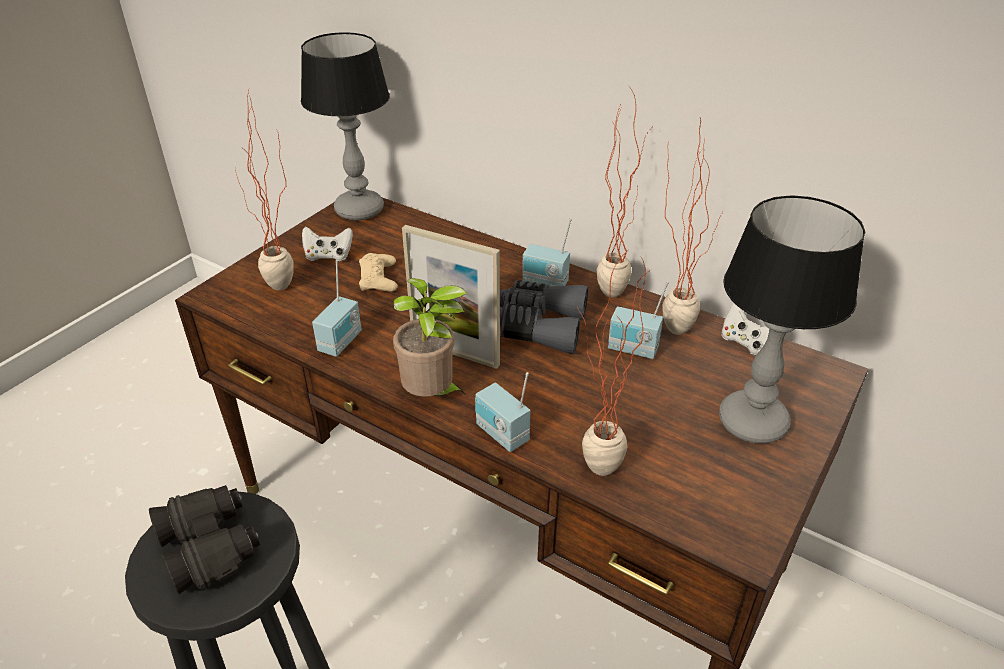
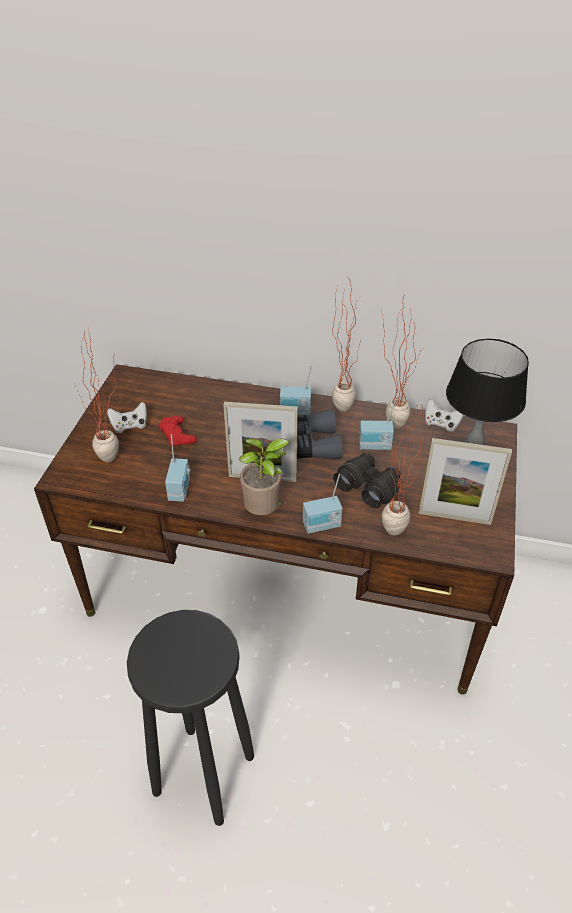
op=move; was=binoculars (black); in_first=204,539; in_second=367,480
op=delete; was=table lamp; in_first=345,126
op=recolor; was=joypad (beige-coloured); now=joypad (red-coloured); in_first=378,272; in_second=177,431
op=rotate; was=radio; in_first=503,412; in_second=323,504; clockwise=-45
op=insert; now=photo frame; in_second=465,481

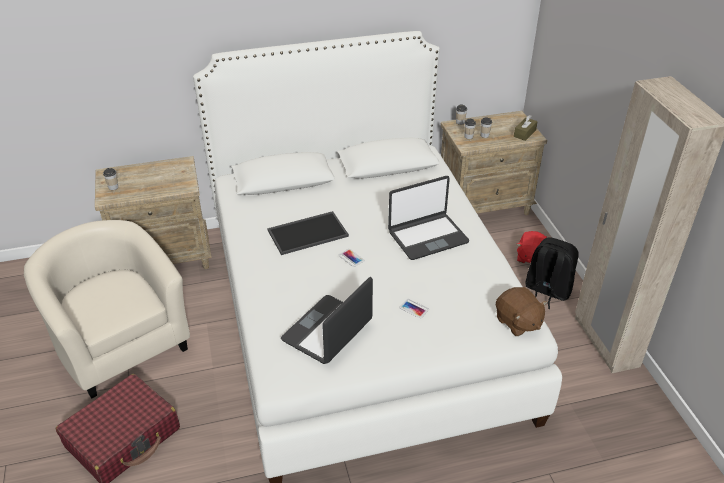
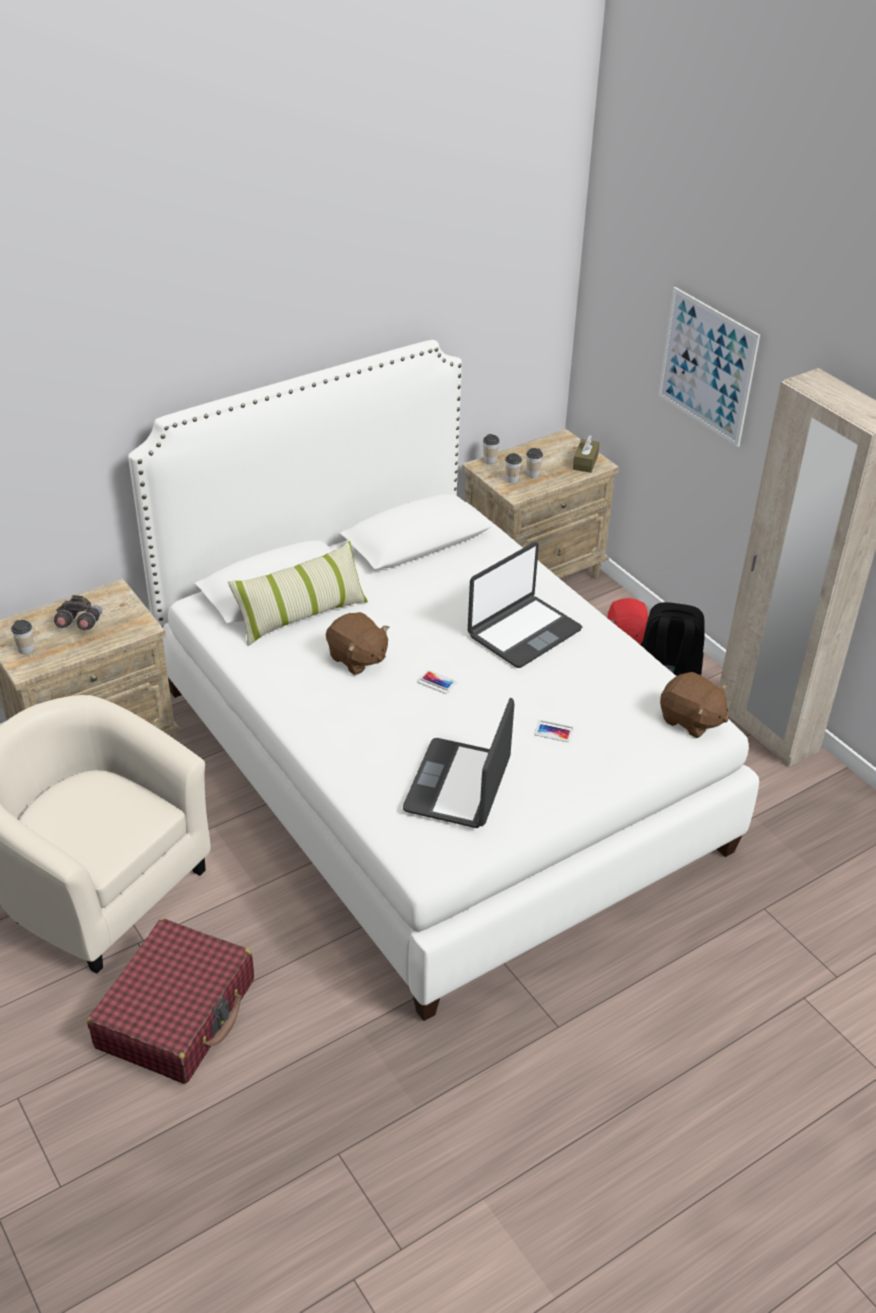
op=replace; was=carrying tray; now=soft toy (brown-coloured); in_first=308,233; in_second=357,643
op=insert; now=binoculars (greyish); in_second=78,612
op=insert; now=throw pillow; in_second=298,593
op=insert; now=wall picture; in_second=709,367

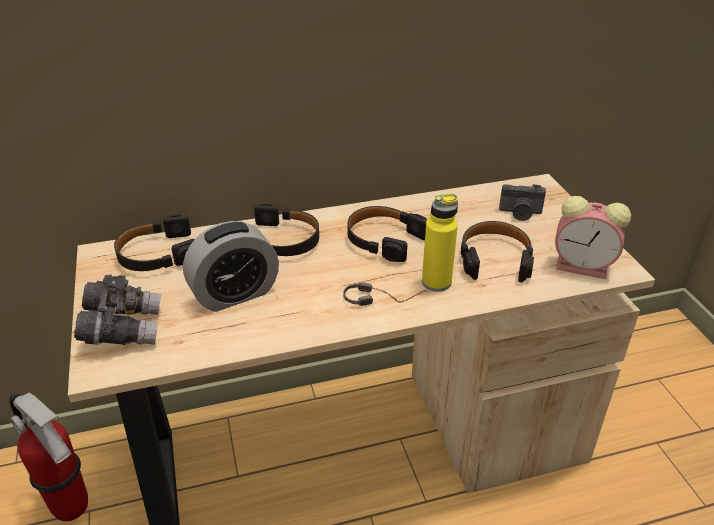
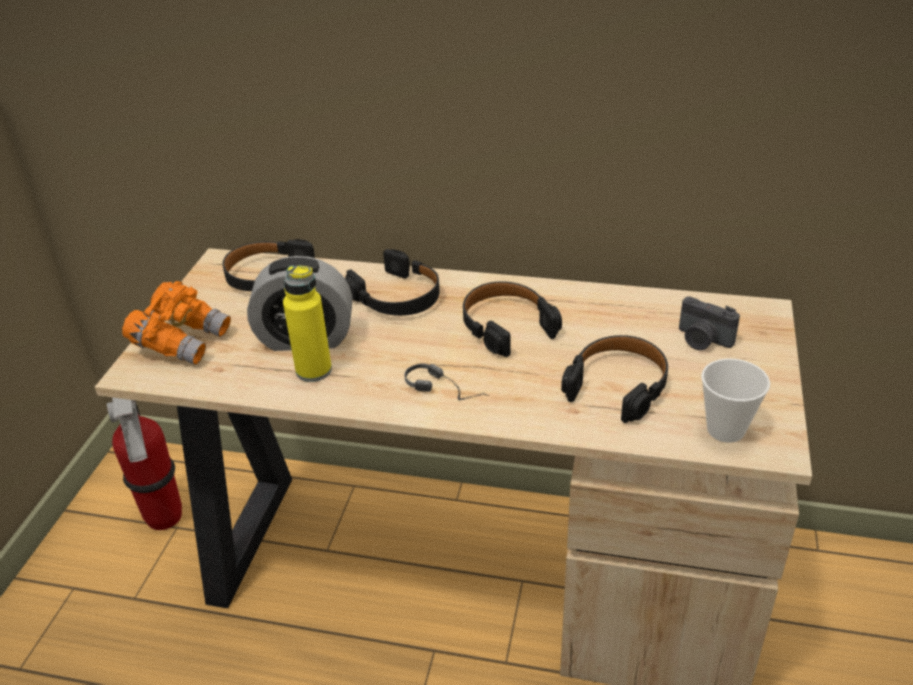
op=recolor; was=binoculars (greyish); now=binoculars (orange-coloured); in_first=117,309; in_second=176,323
op=move; was=bottle (yellowish); in_first=440,243; in_second=307,323
op=replace; was=alarm clock; now=cup; in_first=593,237; in_second=735,401

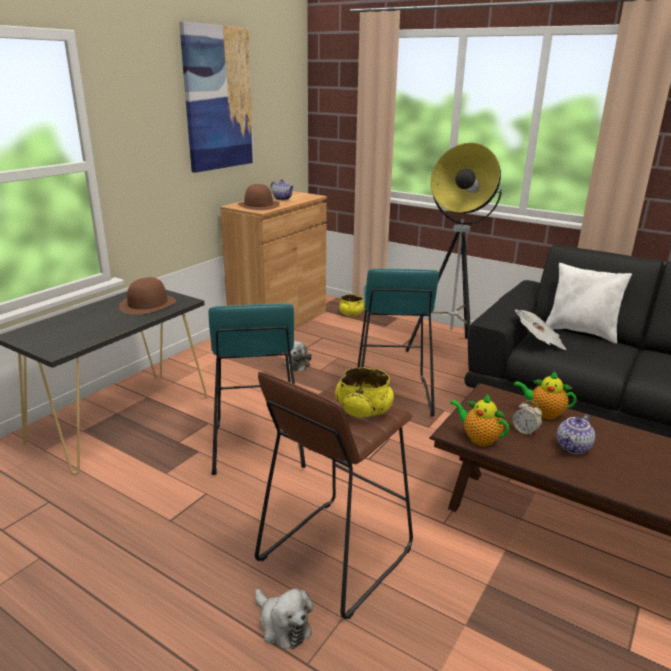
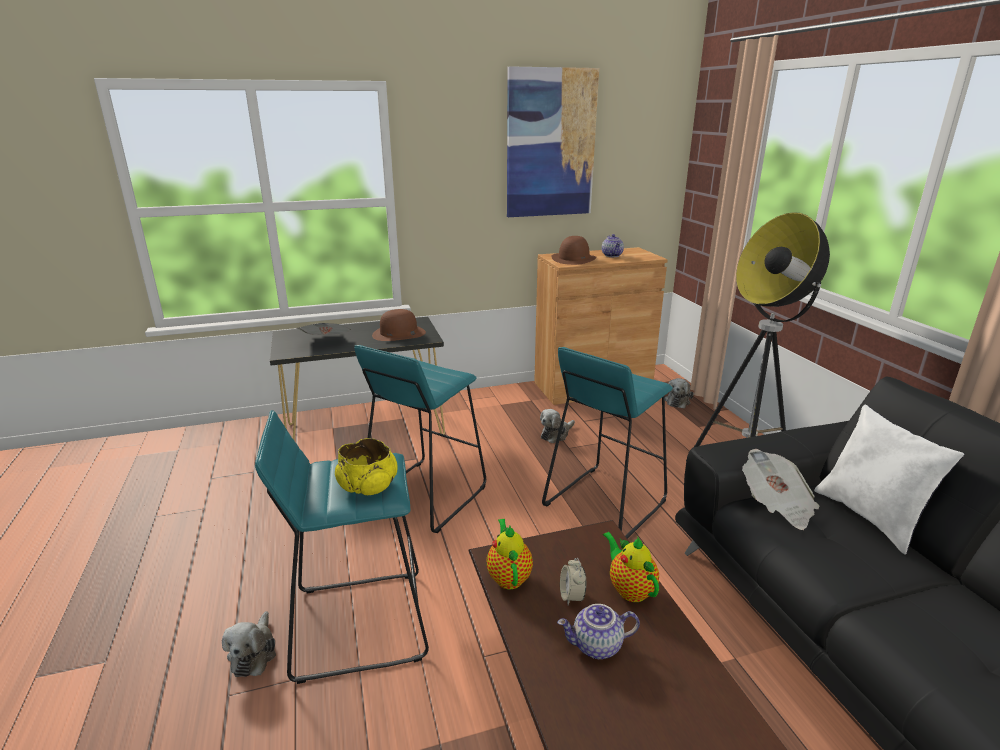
op=recolor; was=stool (brown-coloured); now=stool (blue-green); in_first=334,495; in_second=342,547
op=replace; was=serving bowl (yellowish); now=soft toy; in_first=351,305; in_second=679,393
op=insert; now=daily paper; in_second=323,329

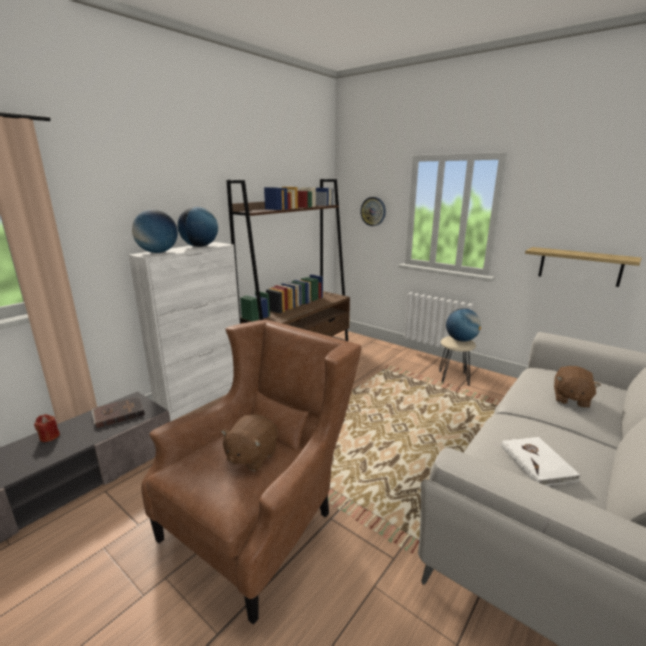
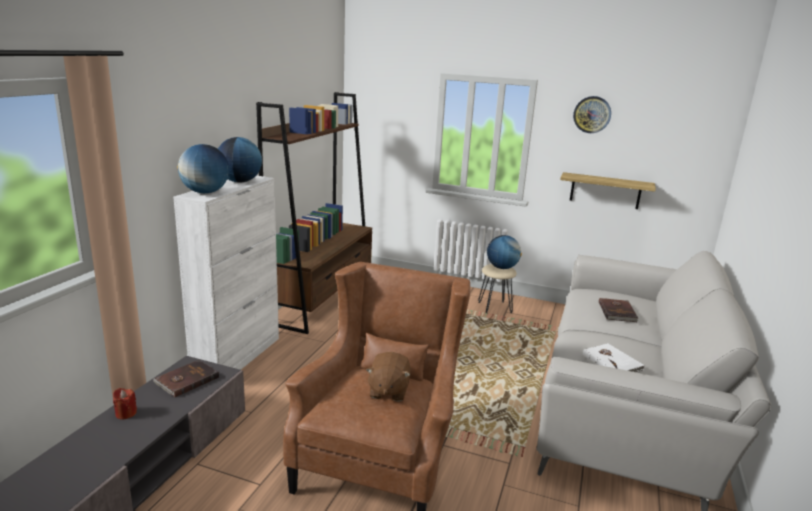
op=move; was=hanging clock; in_first=373,211; in_second=592,114
op=replace; was=soft toy (brown-coloured); now=bound book (brown-coloured); in_first=577,387; in_second=619,310

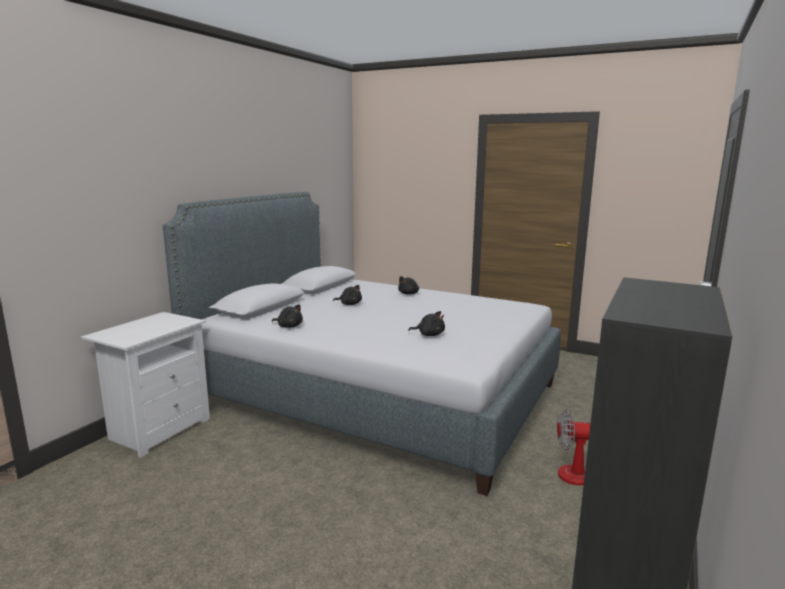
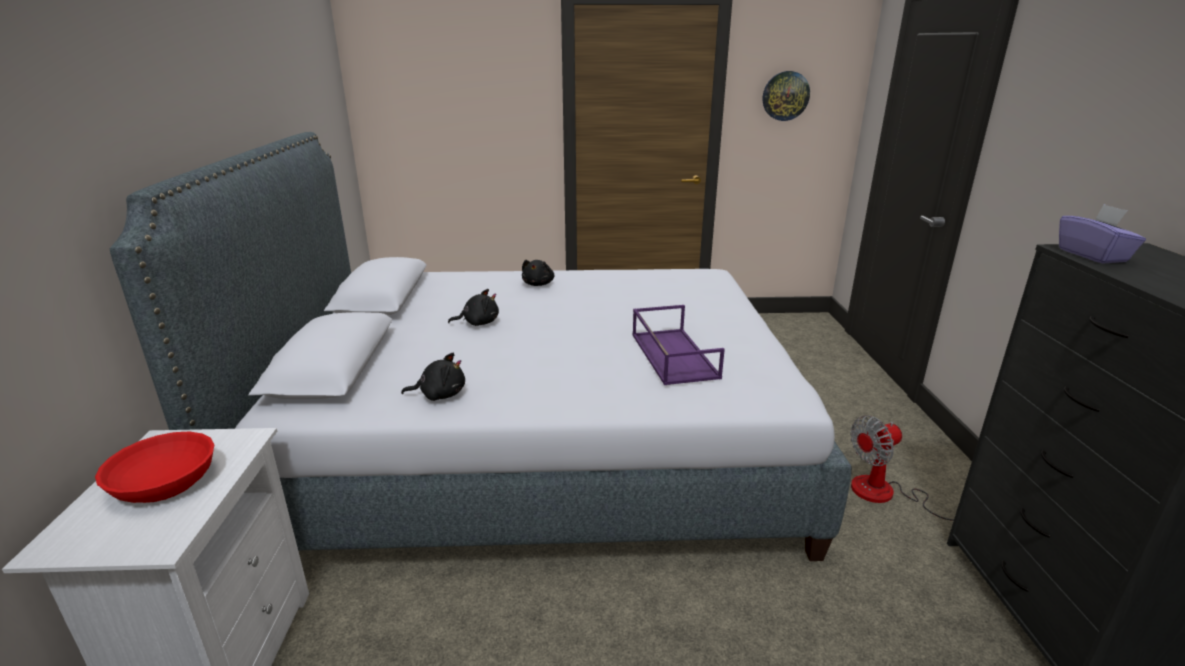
op=replace; was=soft toy (black); now=carrying tray (purple); in_first=426,323; in_second=679,345
op=insert; now=serving bowl (red-coloured); in_second=155,467
op=insert; now=hanging clock; in_second=786,96
op=insert; now=tissue holder (purple); in_second=1102,234

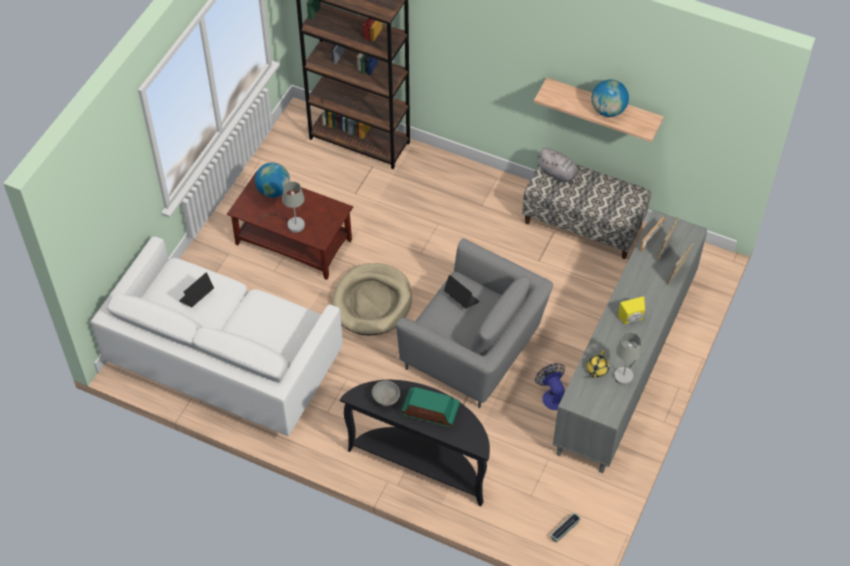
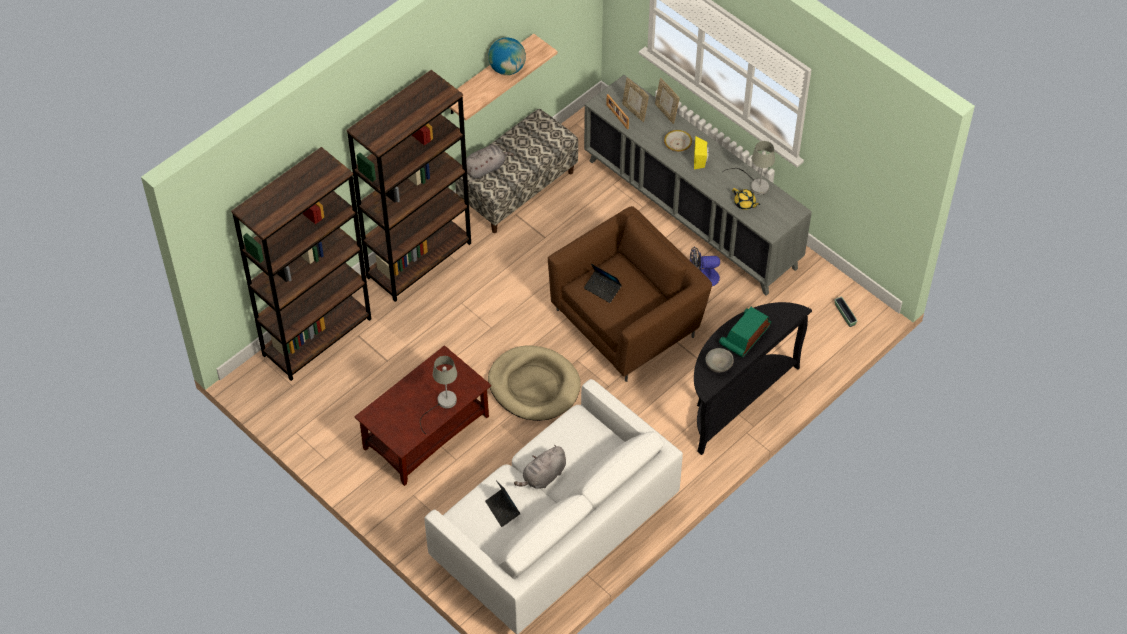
op=delete; was=world globe; in_first=272,180
op=recolor; was=lounge chair (greyish); now=lounge chair (brown-coloured); in_first=474,323; in_second=630,294
op=rotate; was=portable computer; in_first=462,292; in_second=603,283; clockwise=-120
op=insert; now=bookcase (brown-coloured); in_second=408,186
op=insert; now=soft toy (greyish); in_second=540,467
op=insert; now=serving bowl; in_second=678,140

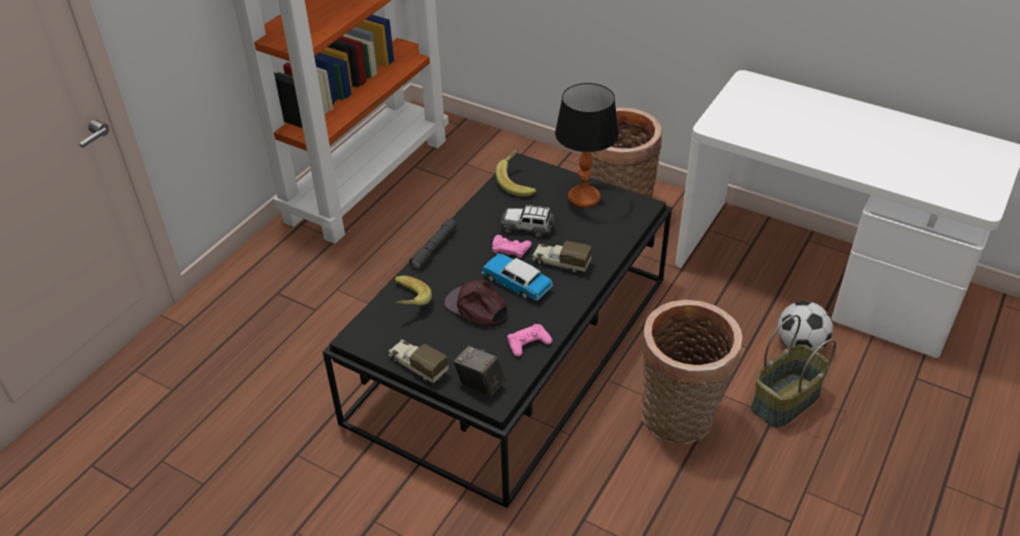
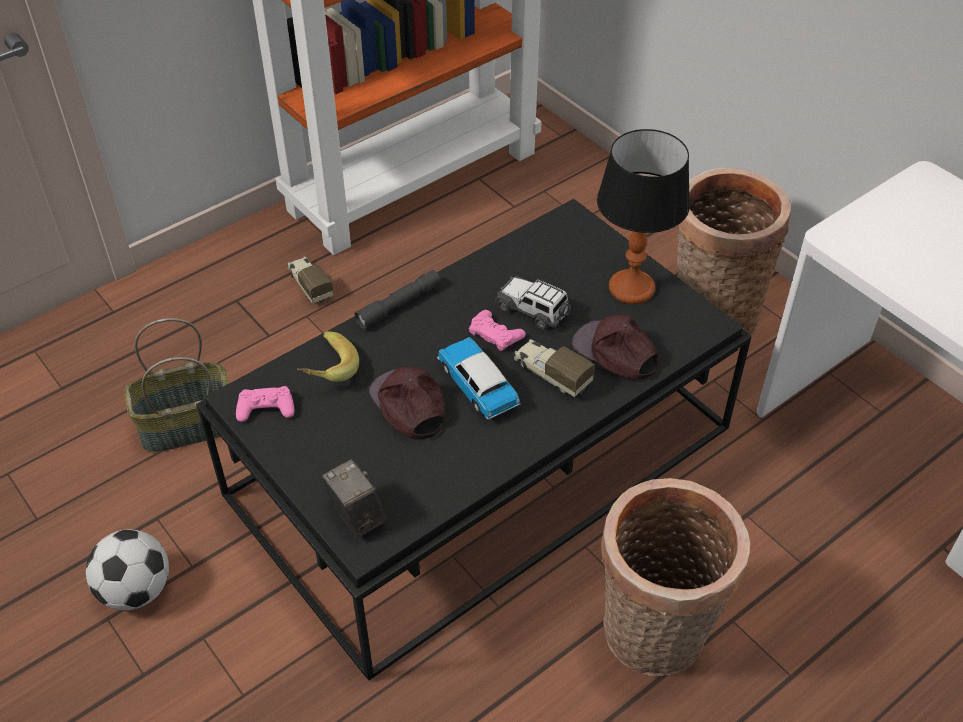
op=move; was=model truck; in_first=419,361; in_second=311,280
op=delete; was=whole banana; in_first=516,172
op=move; was=joypad (pinkish); in_first=529,340; in_second=265,404
op=move; was=household basket; in_first=793,371; in_second=176,385
op=move; was=ball for football; in_first=805,326; in_second=127,569
op=insert; now=baseball cap (brown-coloured); in_second=615,347

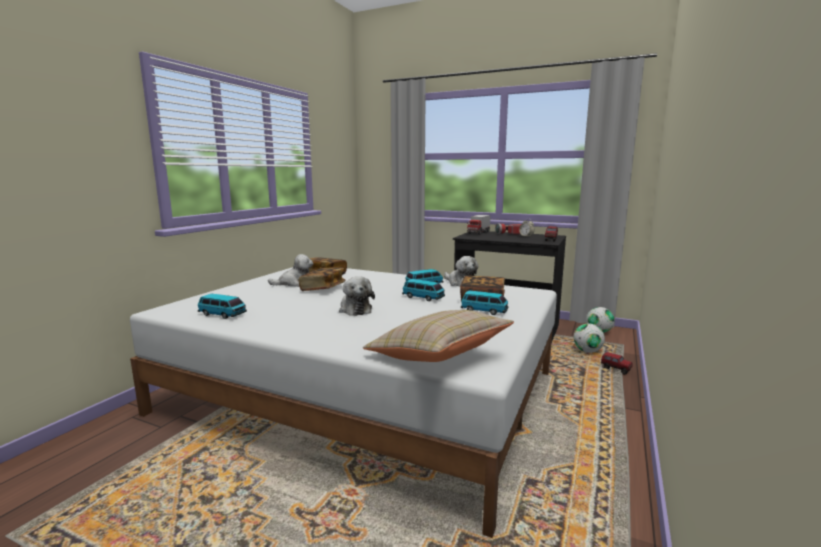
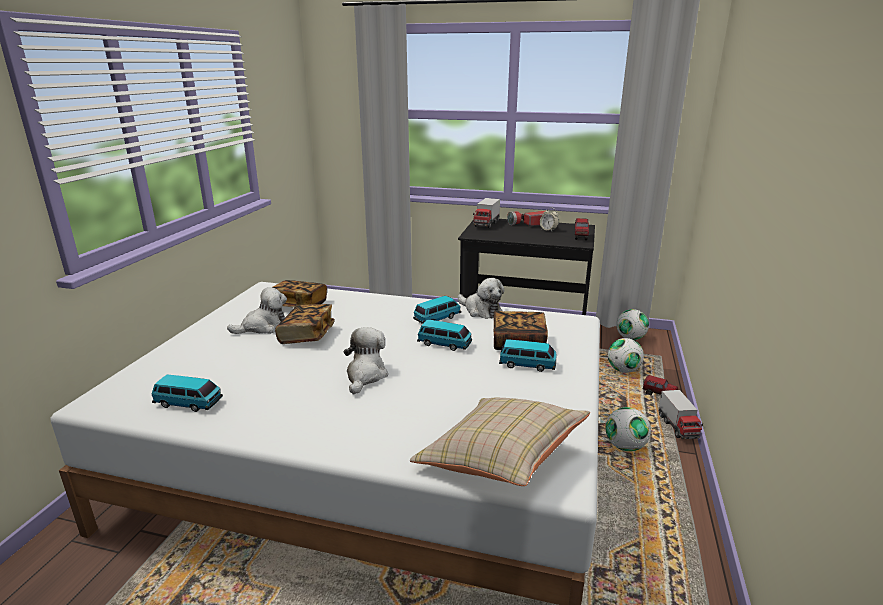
op=rotate; was=soft toy; in_first=357,296; in_second=366,361; clockwise=-135
op=insert; now=ball for football; in_second=628,429
op=insert; now=model truck; in_second=681,414

